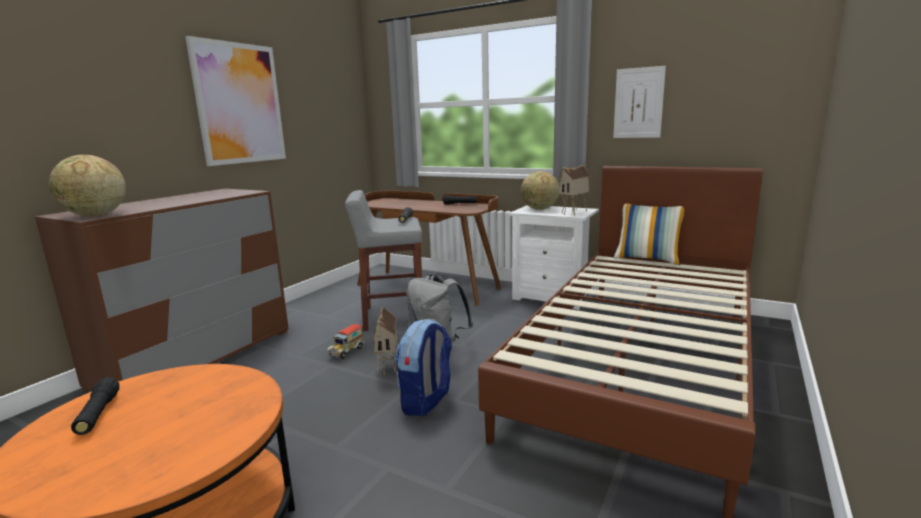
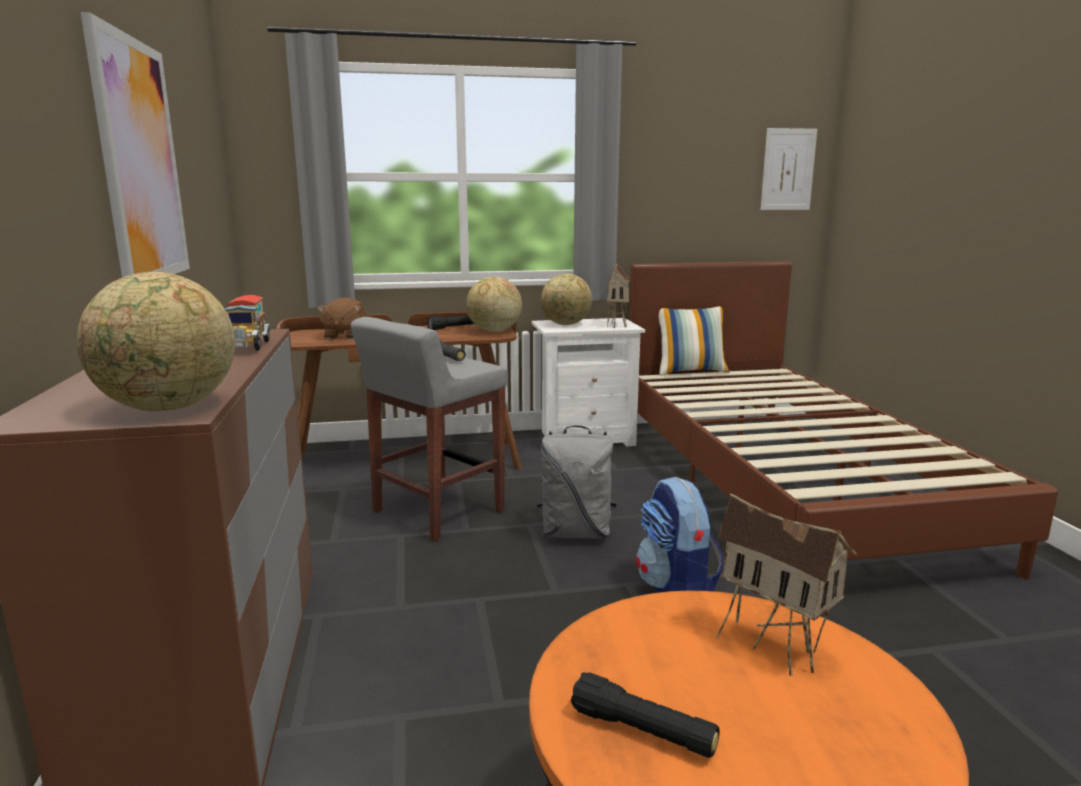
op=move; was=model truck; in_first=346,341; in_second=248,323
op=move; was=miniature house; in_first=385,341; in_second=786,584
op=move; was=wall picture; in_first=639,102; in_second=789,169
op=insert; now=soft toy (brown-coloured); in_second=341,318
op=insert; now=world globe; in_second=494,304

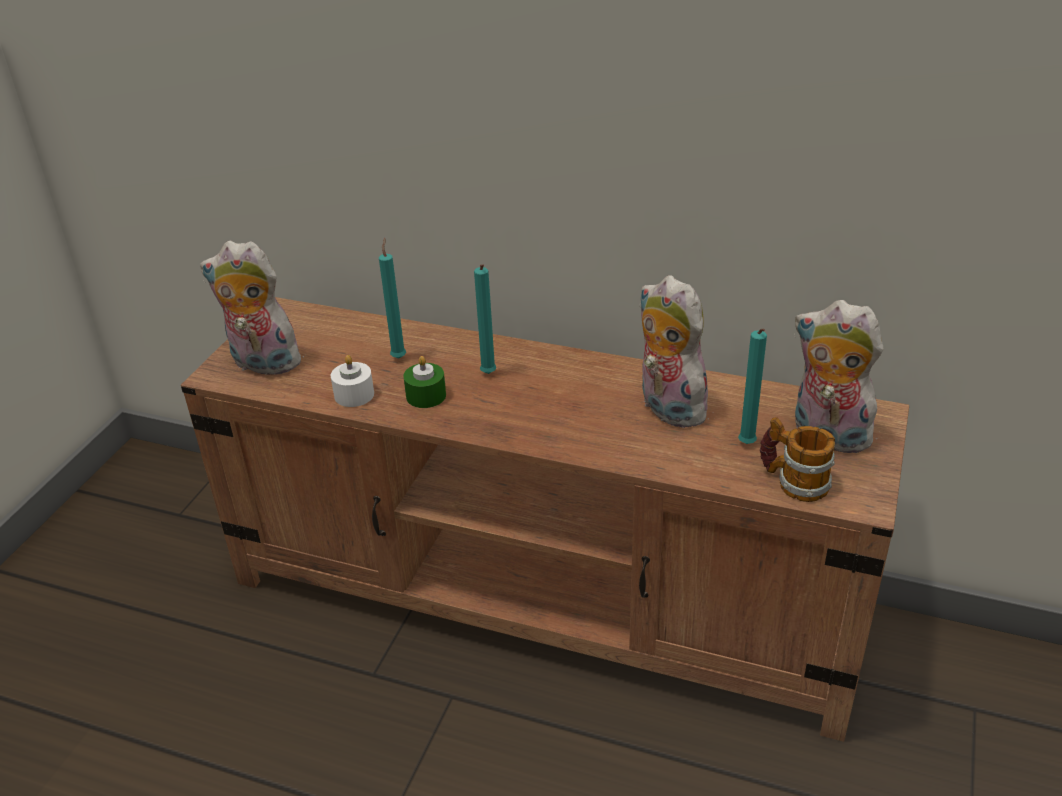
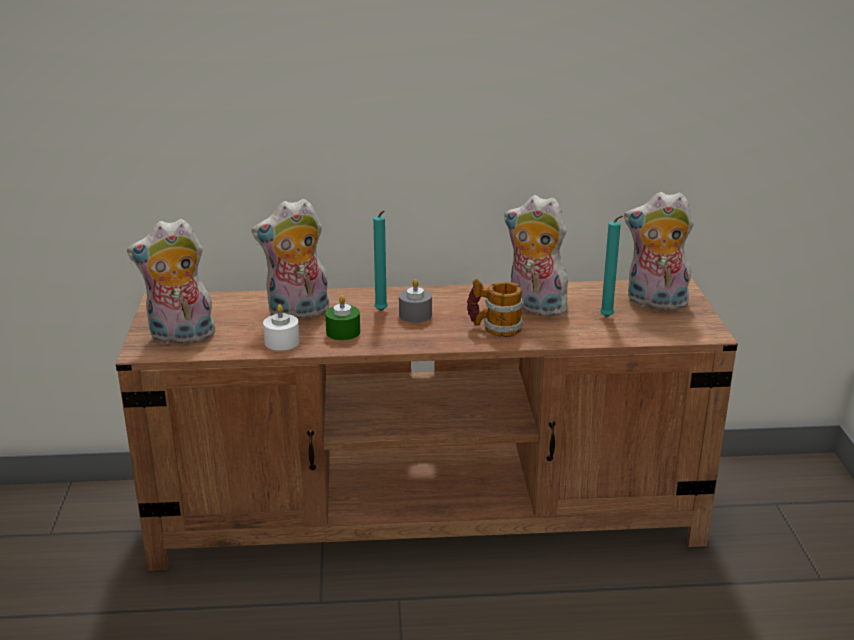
op=replace; was=wax candle (blue-green); now=soft toy; in_first=392,298; in_second=291,258
op=move; was=coffee mug; in_first=797,459; in_second=495,308
op=insert; now=wax candle (greyish); in_second=415,301

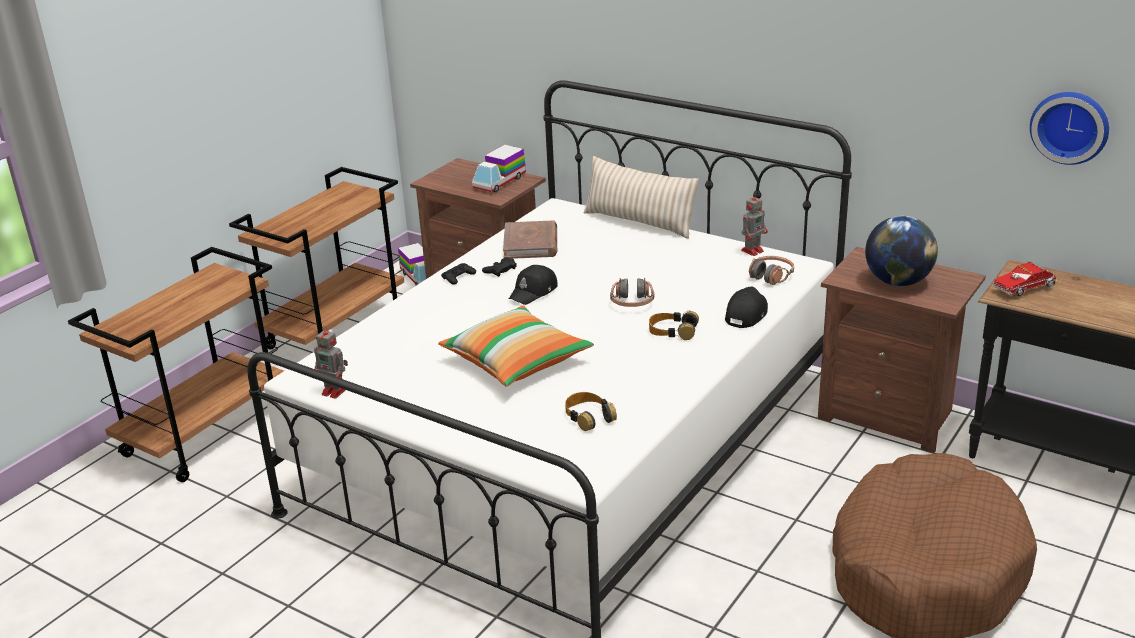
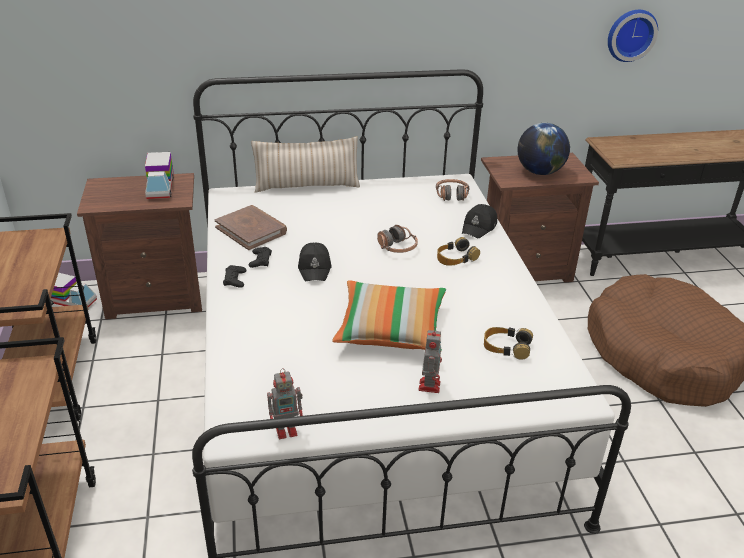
op=rotate; was=baseball cap (black); in_first=746,307; in_second=479,221; clockwise=-135
op=move; was=model robot; in_first=754,224; in_second=430,360
op=delete; was=model truck; in_first=1025,278

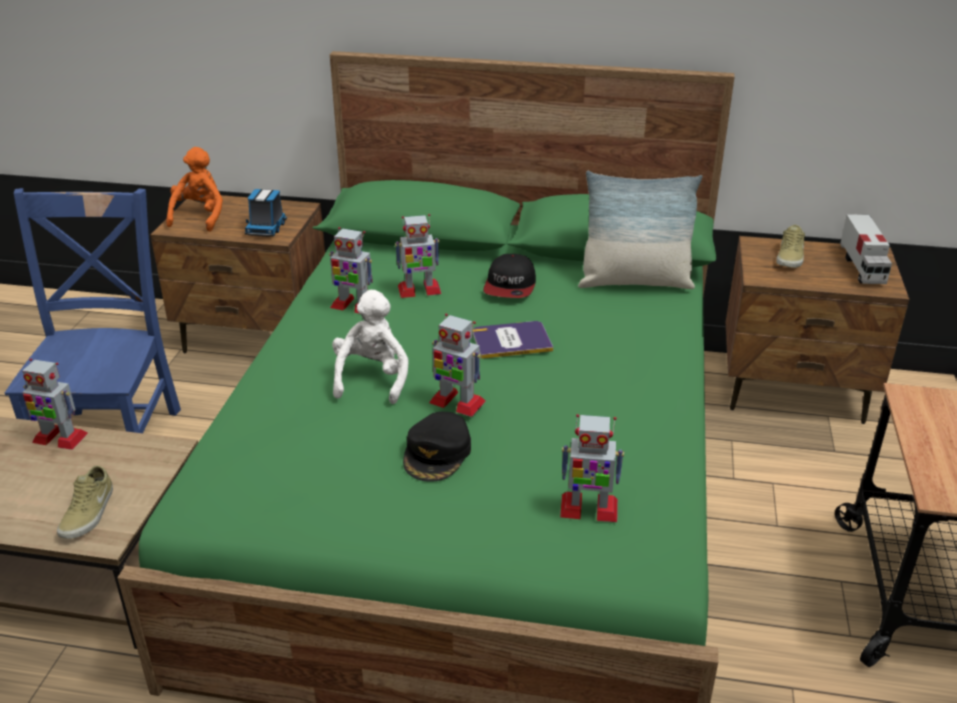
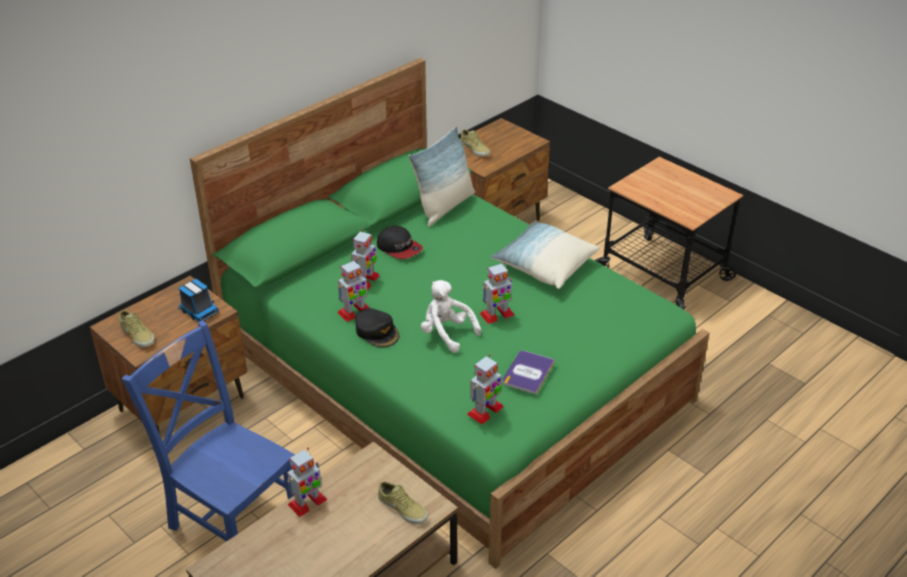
op=replace; was=soft toy (orange-coloured); now=shoe (beige-coloured); in_first=194,189; in_second=137,329
op=move; was=baseball cap (black); in_first=437,447; in_second=378,328
op=move; was=bound book; in_first=513,340; in_second=528,373
op=move; was=model robot; in_first=592,468; in_second=485,389
op=delete; was=model truck; in_first=866,249
op=insert; now=throw pillow; in_second=545,255

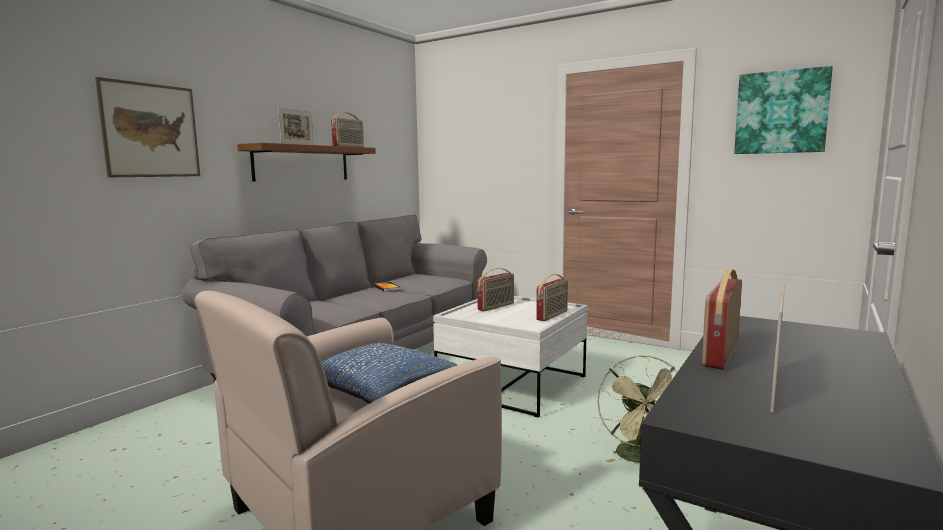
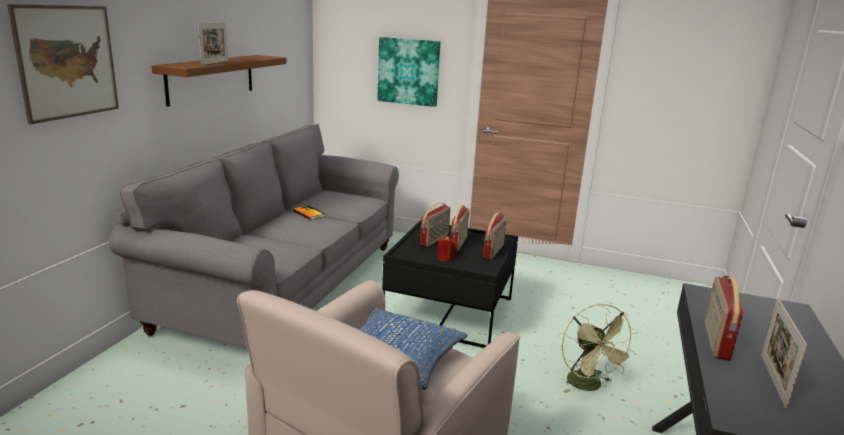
op=move; was=radio; in_first=347,130; in_second=460,228
op=recolor; was=coffee table (white); now=coffee table (black); in_first=510,356; in_second=450,284
op=move; was=wall picture; in_first=783,110; in_second=409,72
op=insert; now=wax candle (red-coloured); in_second=446,249

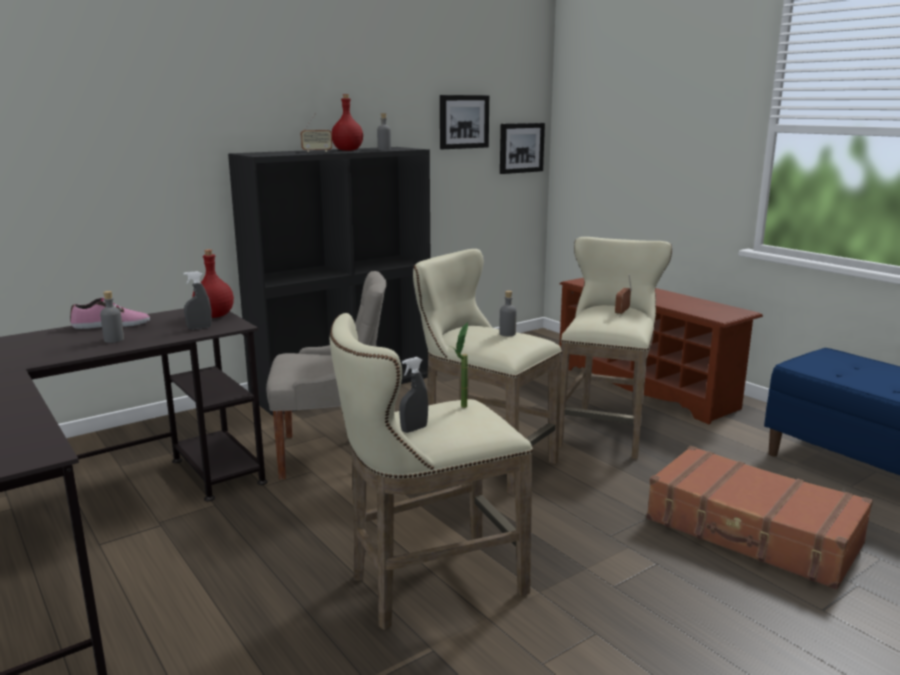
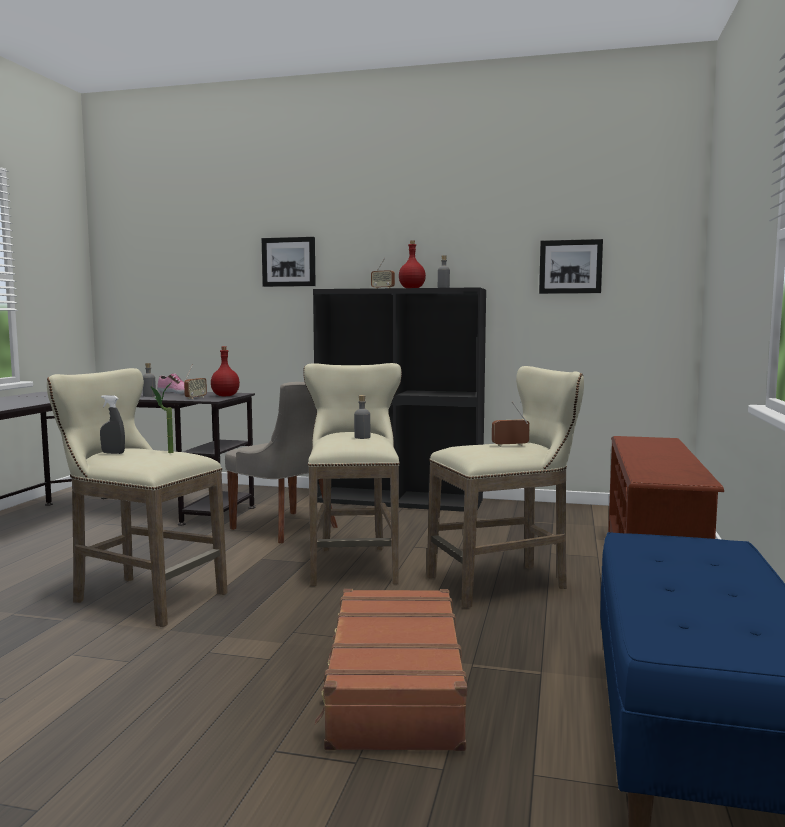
op=replace; was=hand sprayer (greyish); now=radio; in_first=198,300; in_second=195,381
op=move; was=wall picture; in_first=522,148; in_second=289,262

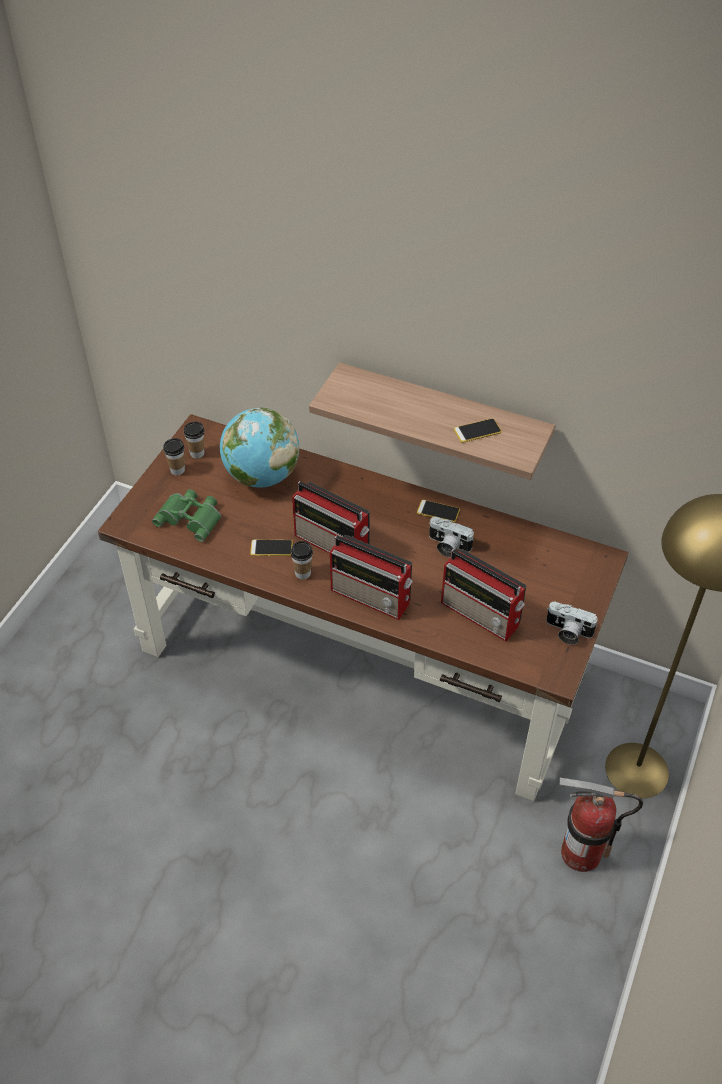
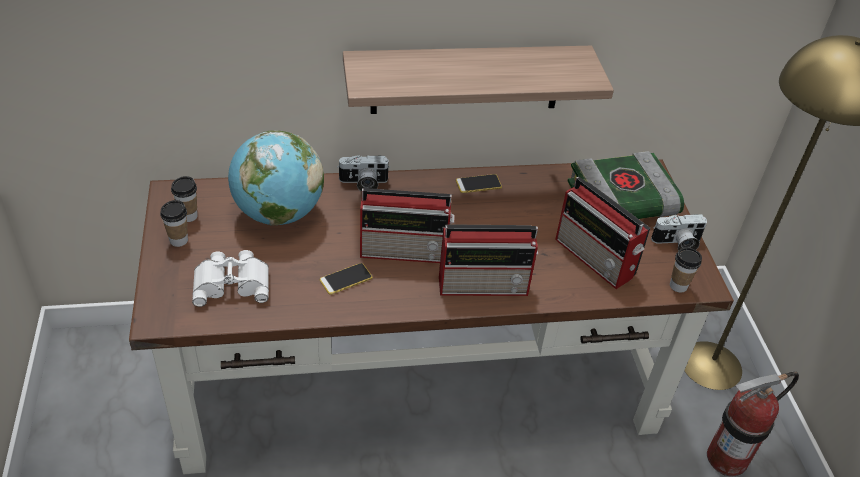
op=recolor; was=binoculars (greenish); now=binoculars (white); in_first=186,515; in_second=230,278
op=move; was=cup; in_first=301,560; in_second=686,270
op=move; was=photo camera; in_first=451,537; in_second=363,173
op=rotate; was=radio; in_first=484,595; in_second=602,232; clockwise=45
op=delete; was=handset; in_first=478,430
op=insert; now=bound book; in_second=626,185

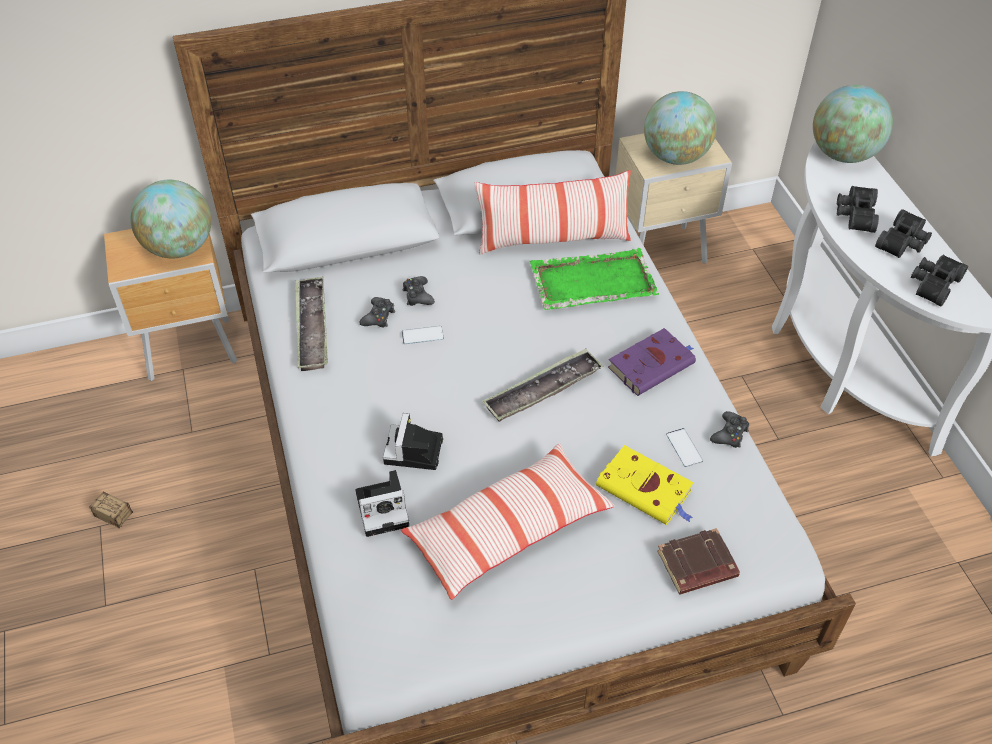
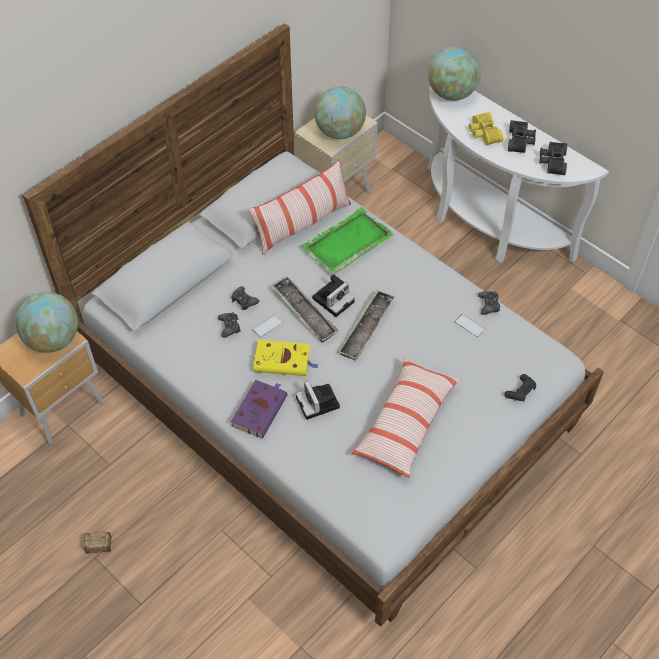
op=move; was=carrying tray; in_first=311,324; in_second=305,309
op=move; was=photo camera; in_first=382,503; in_second=333,295
op=move; was=bound book (yellowish); in_first=645,485; in_second=286,358
op=move; was=bound book (purple); in_first=652,362; in_second=259,409
op=replace; was=bound book (brown-coloured); now=joypad (black); in_first=698,561; in_second=520,388
op=recolor; was=binoculars (black); now=binoculars (yellowish); in_first=858,209; in_second=486,128

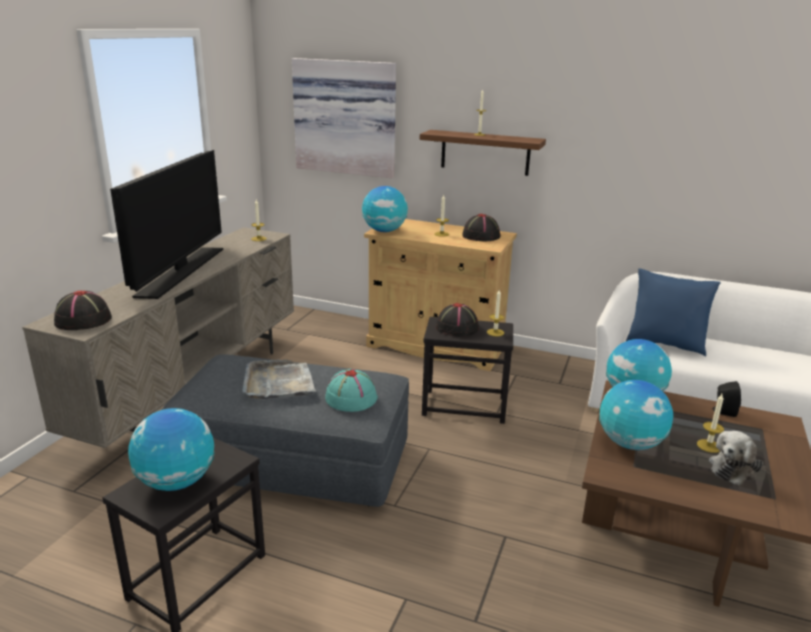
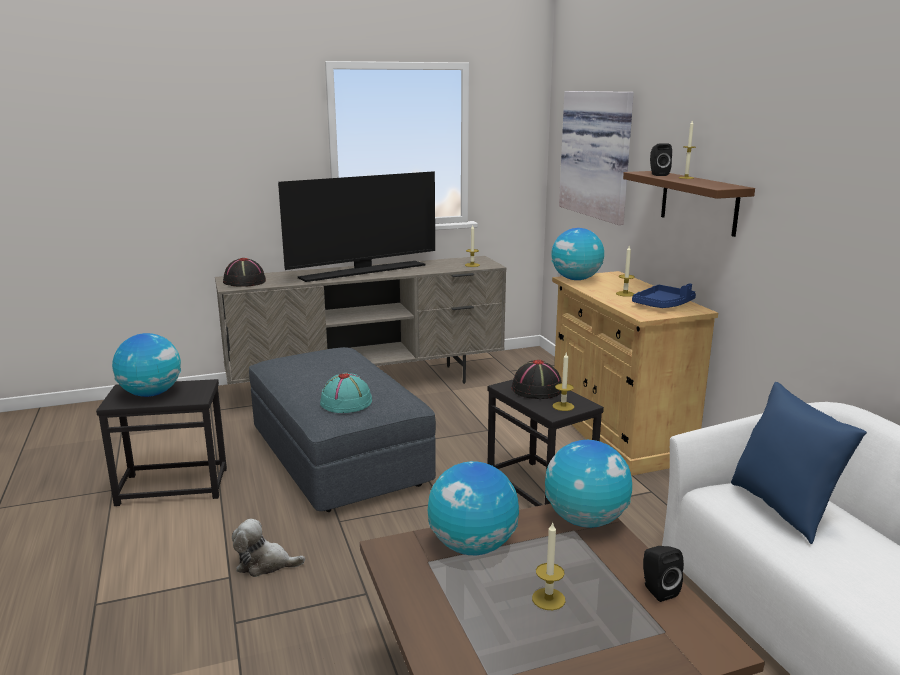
op=delete; was=carrying tray (greyish); in_first=279,379
op=replace; was=clothing hat (black); now=carrying tray (blue); in_first=481,227; in_second=664,295
op=move; was=soft toy; in_first=736,458; in_second=268,548
op=insert; now=audio speaker (black); in_second=661,160

